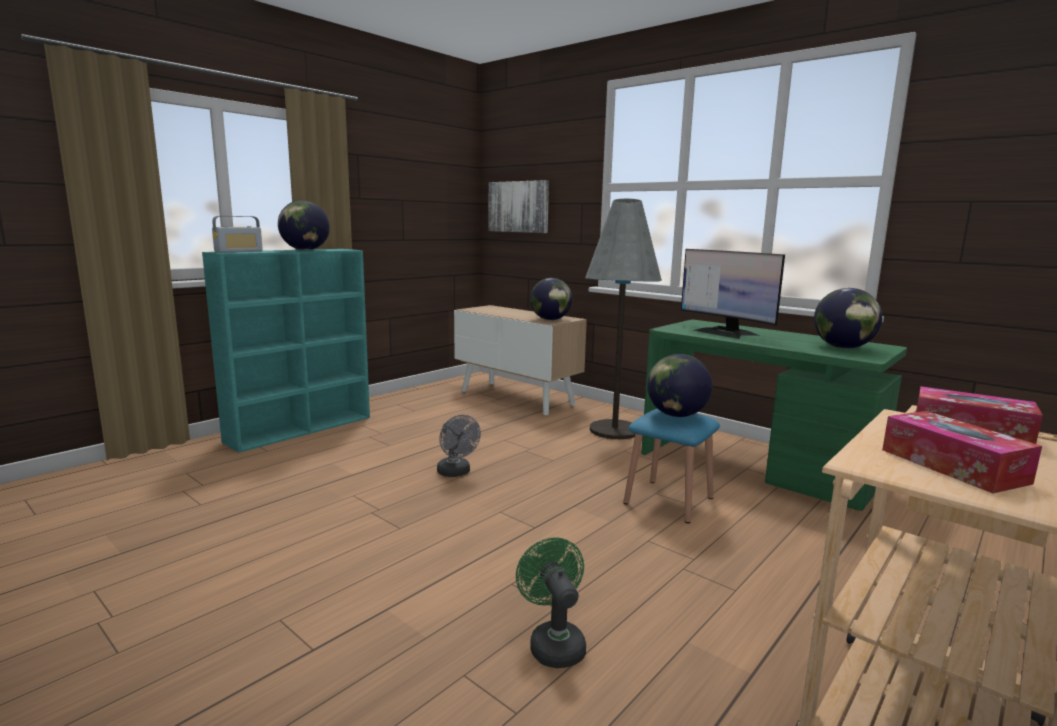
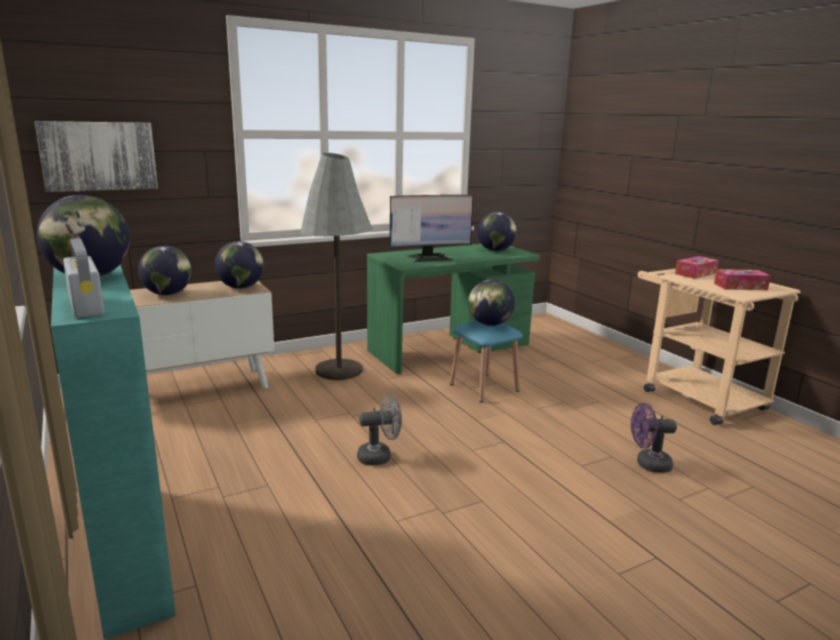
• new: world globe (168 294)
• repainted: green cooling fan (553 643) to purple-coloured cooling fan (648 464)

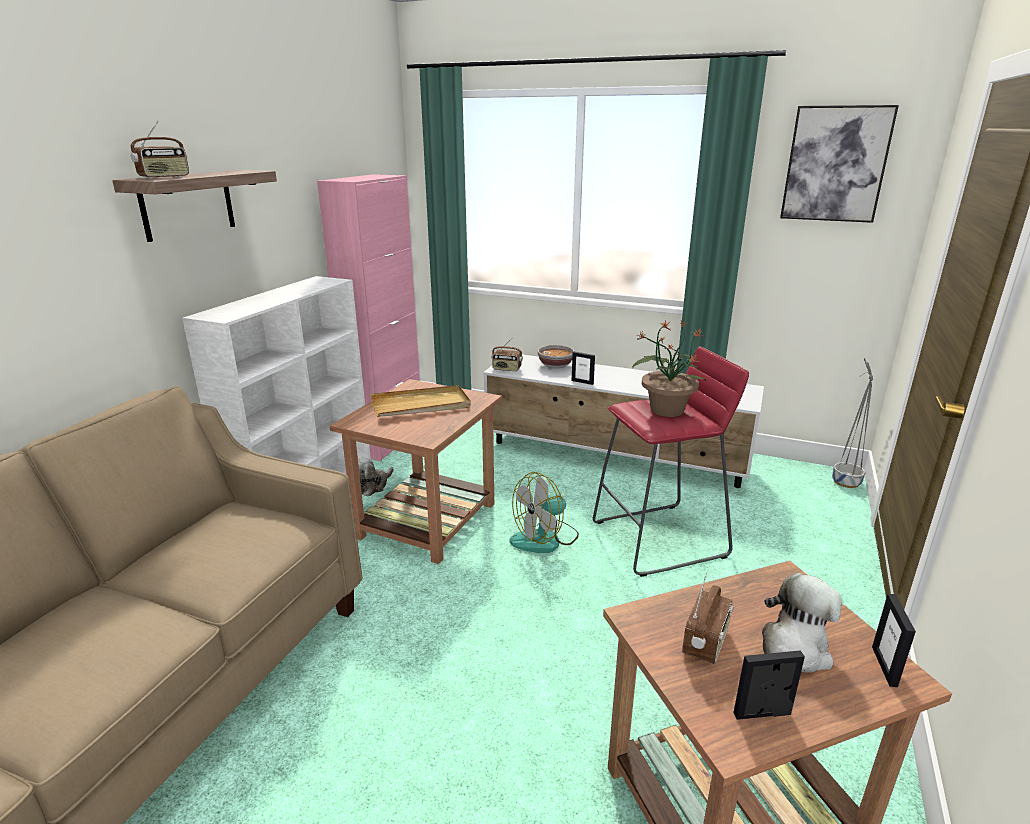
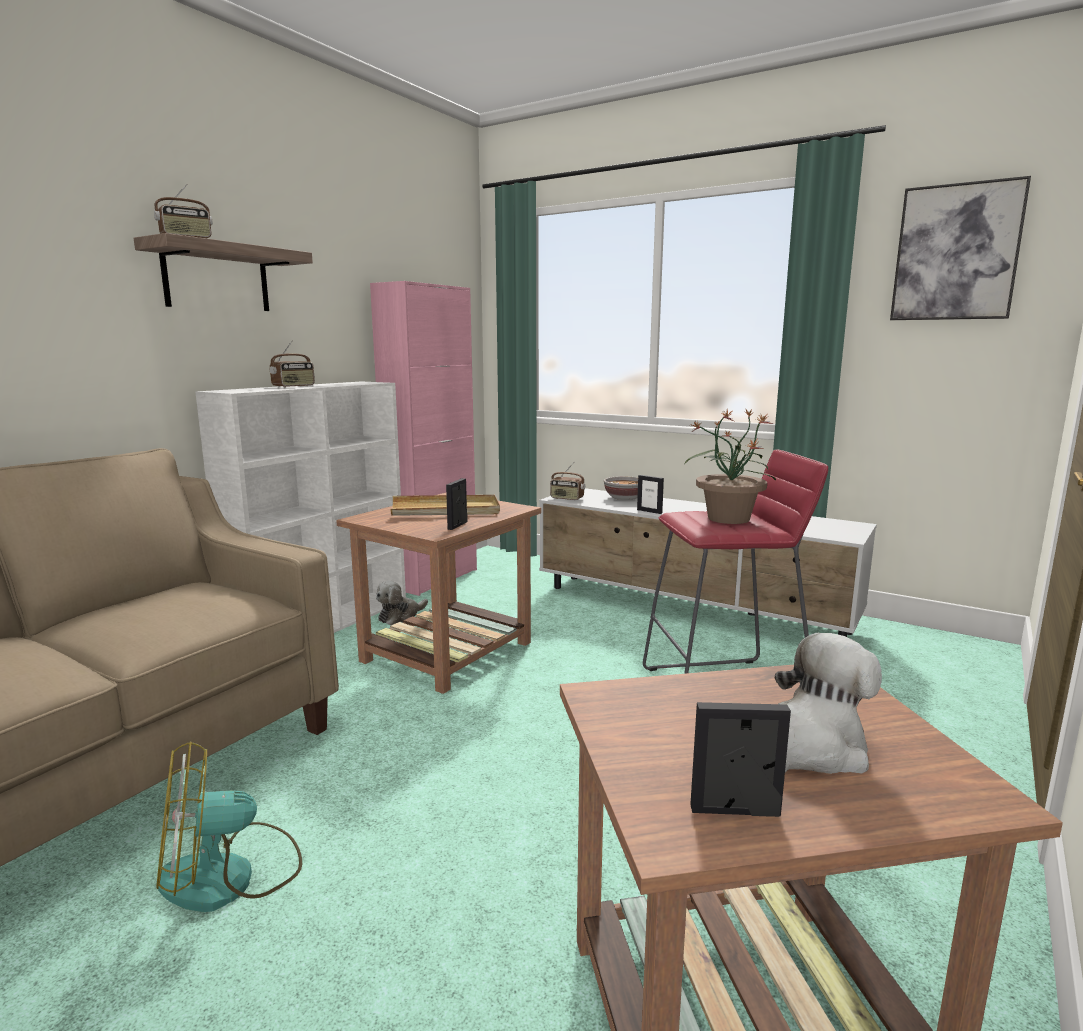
• shifted: cooling fan (545 539) to (229 876)
• shifted: radio receiver (706 643) to (294 386)
• shifted: standing frame (884 666) to (457 525)
• gone: greyish flower pot (845 482)

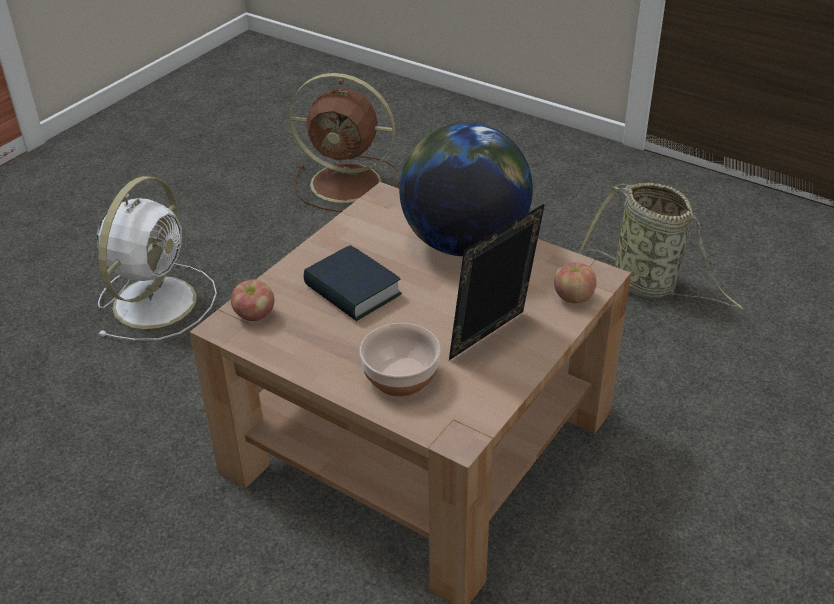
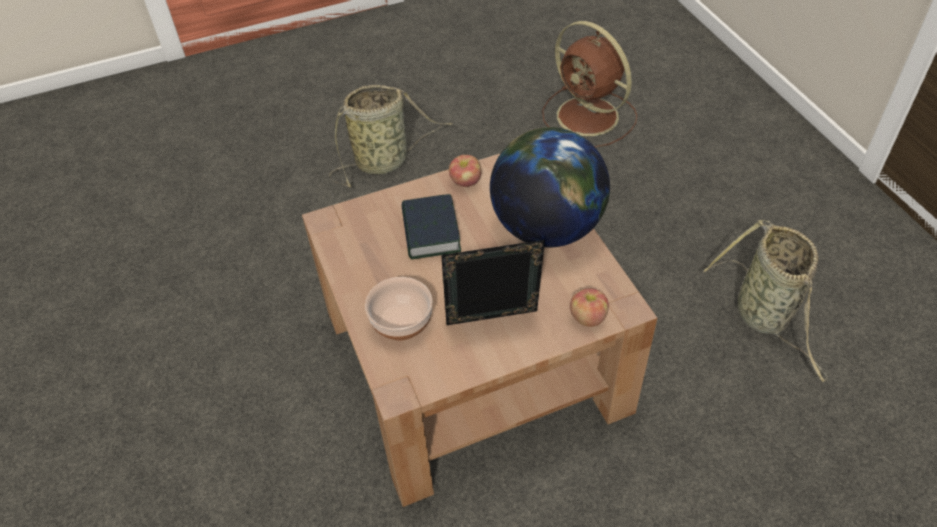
• swapped: white-coloured cooling fan (157 300) to household basket (385 161)
• shifted: whole apple (255 315) to (466 182)

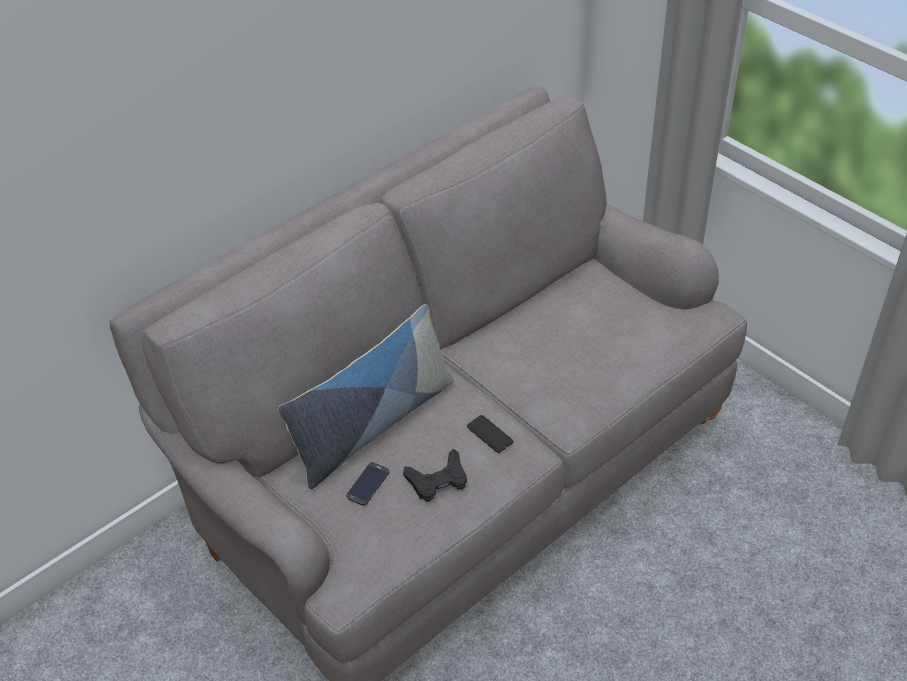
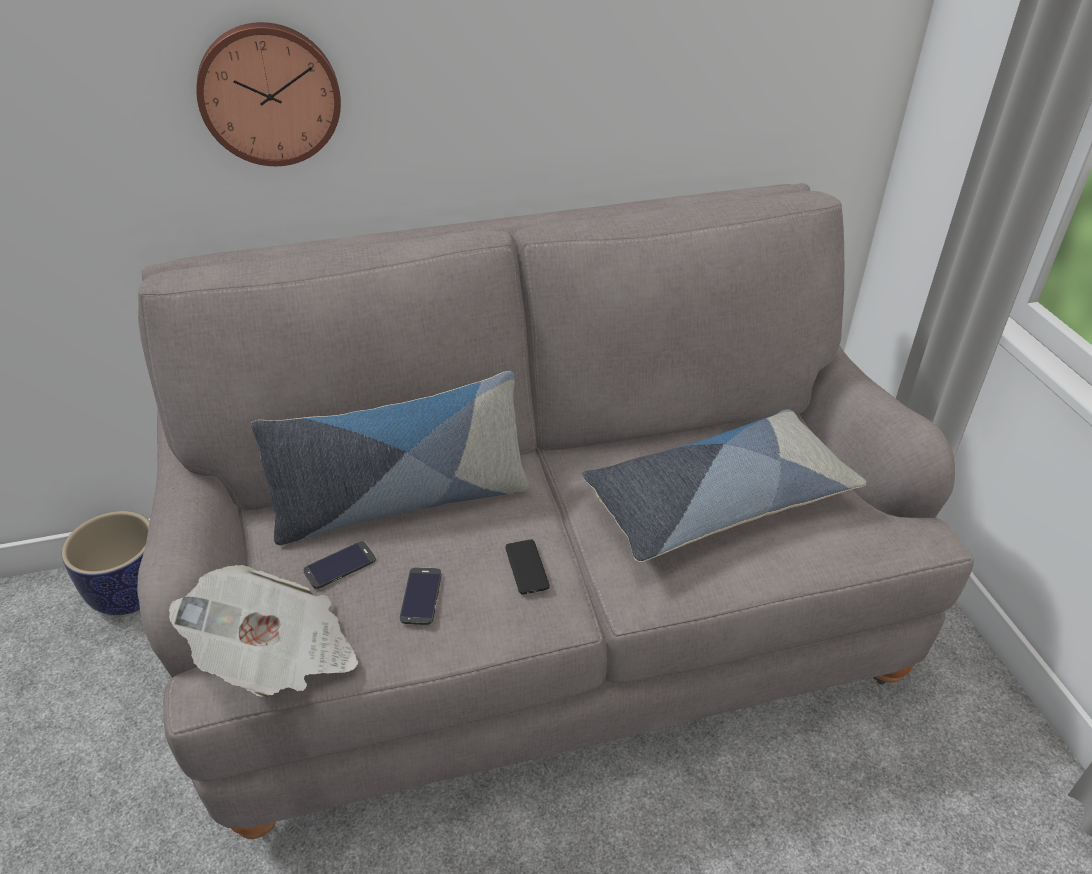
• new: flower pot (131 591)
• new: printed paper (278 657)
• new: hanging clock (269 94)
• swapped: blackish game controller (438 480) to telephone (421 596)
• new: cushion (717 501)

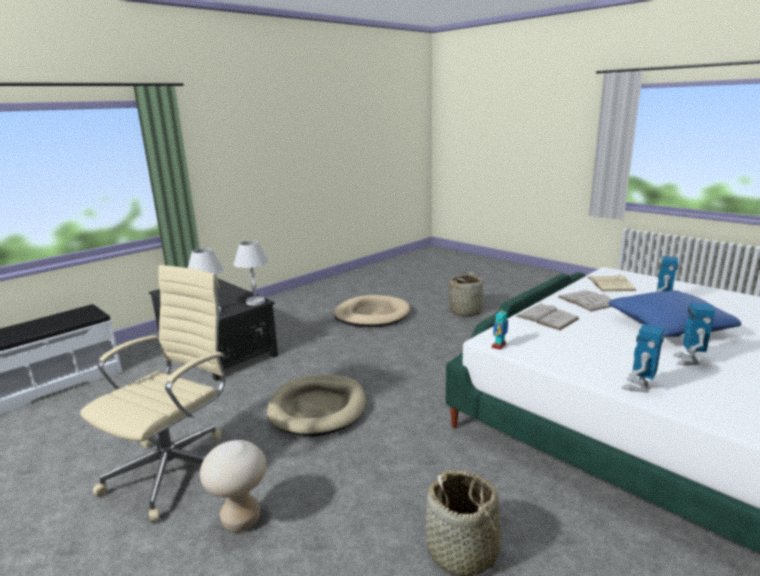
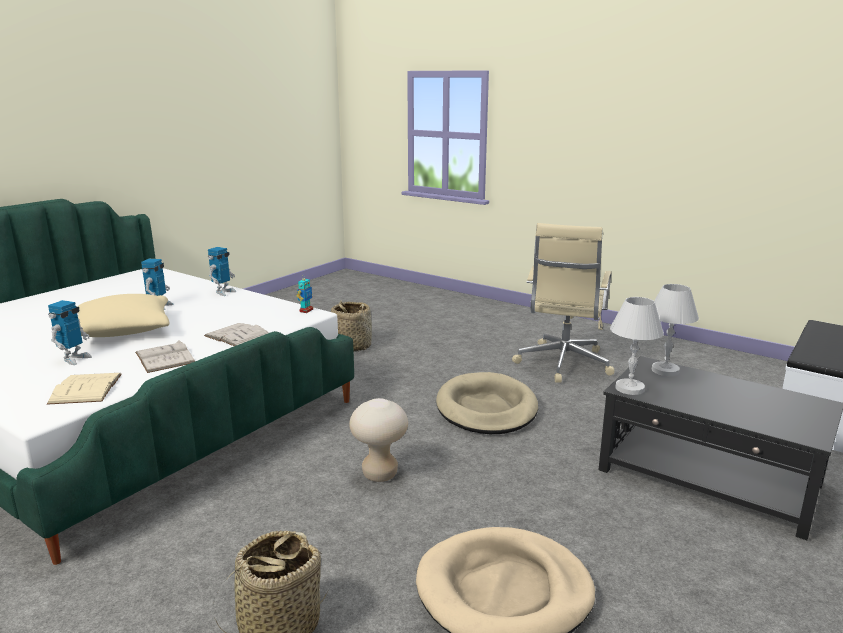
• repainted: bluish cushion (668 327) to beige-coloured cushion (124 330)
• shifted: beige-coloured stool seat (241 520) to (380 474)

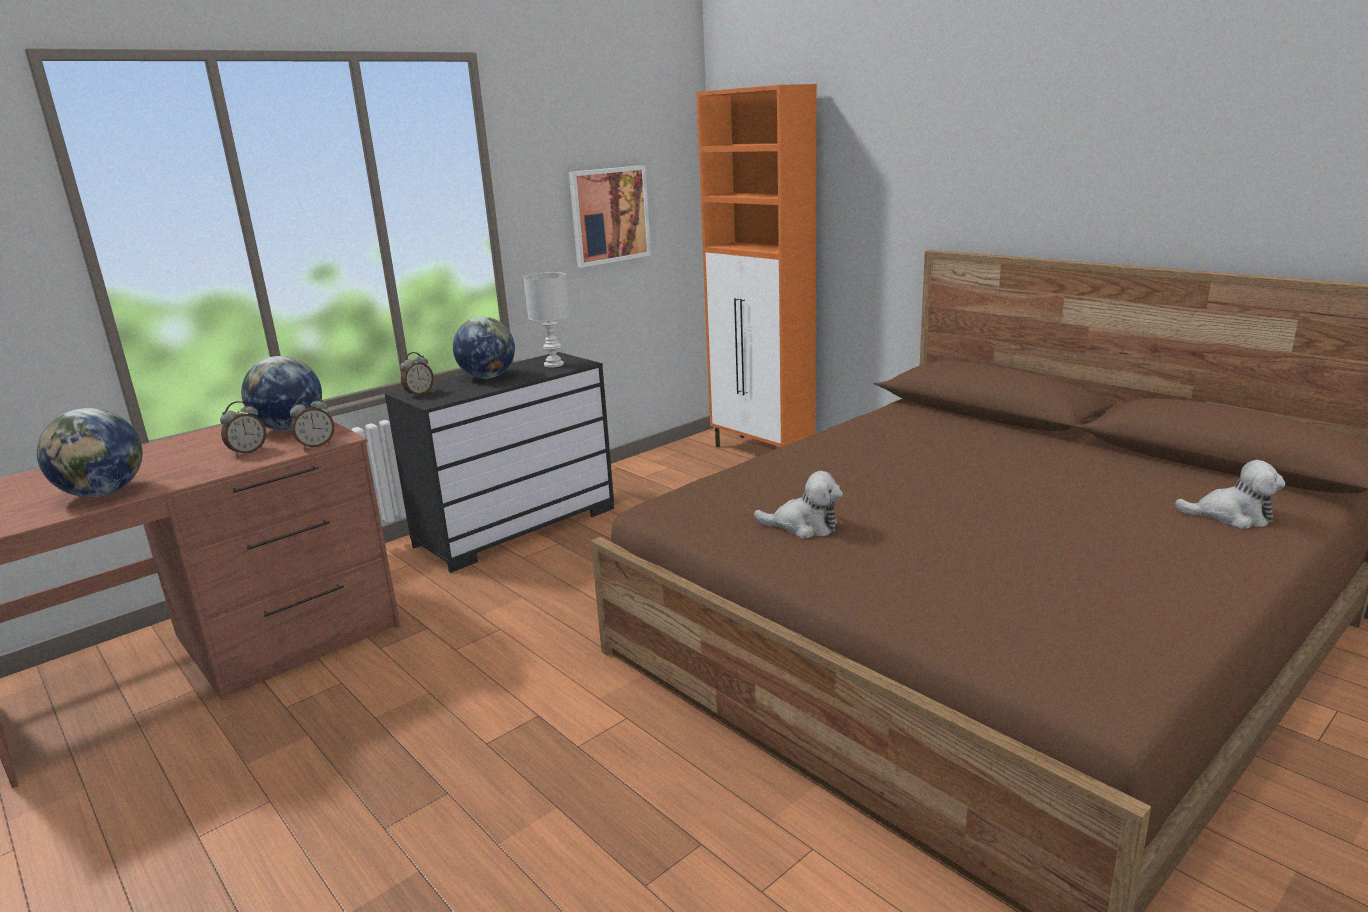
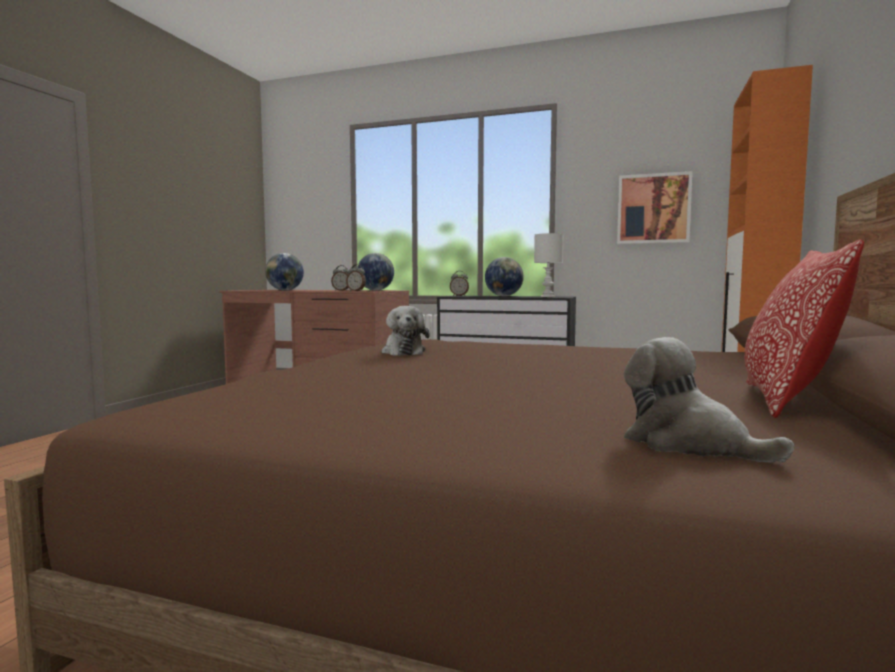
• rotated: plush toy (1231 516) = (689 444) 150 degrees clockwise
• new: cushion (787 400)

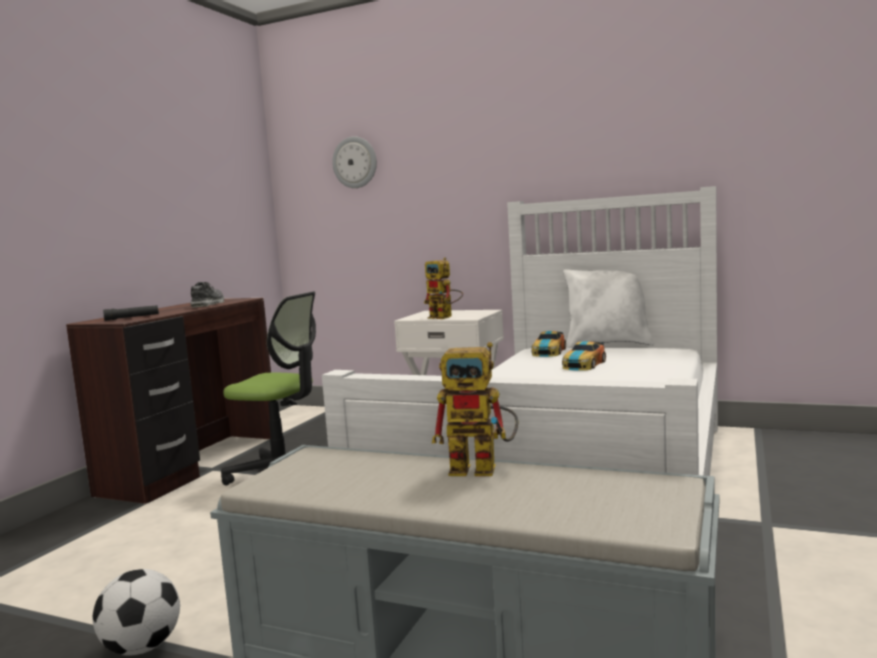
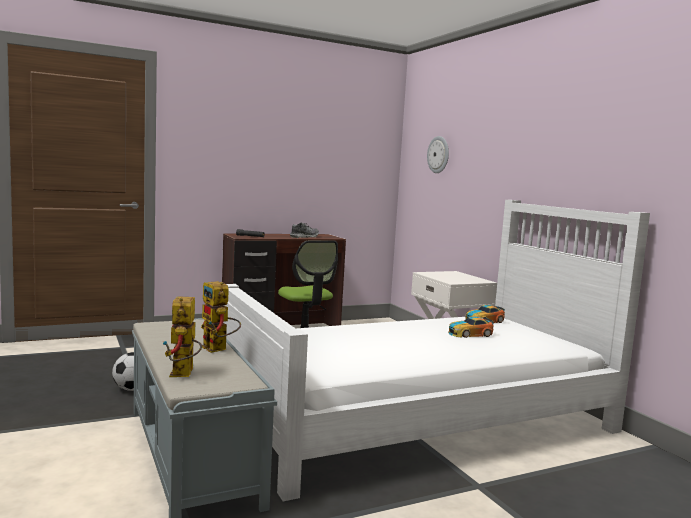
• shifted: robot figure (445 317) to (183 375)
• gone: white-coloured cushion (608 345)

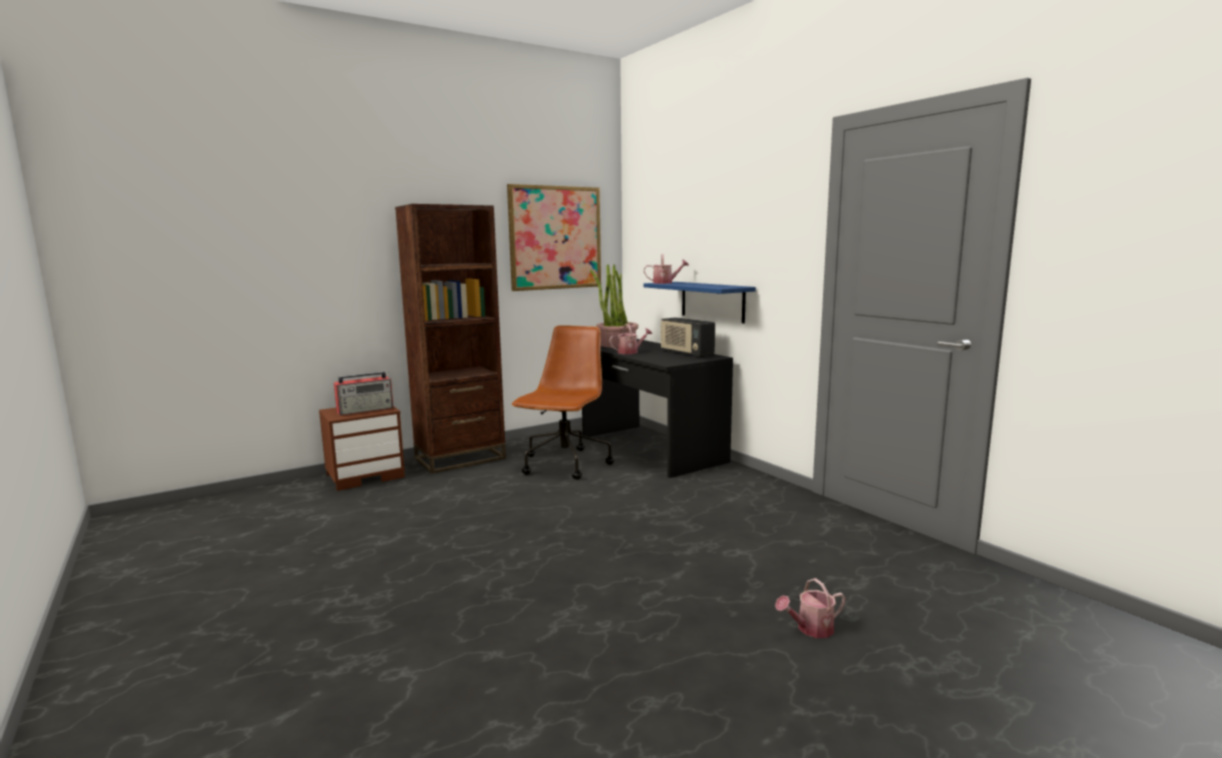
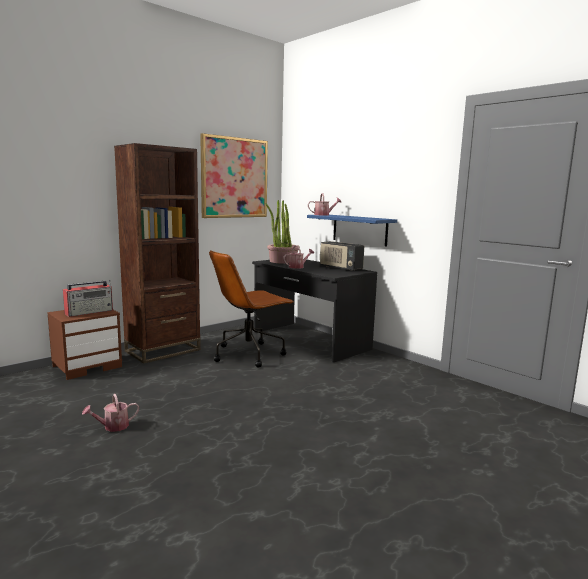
• shifted: watering can (810 629) to (112 427)
• rotated: brownish office chair (565 465) = (249 354) 135 degrees counterclockwise

